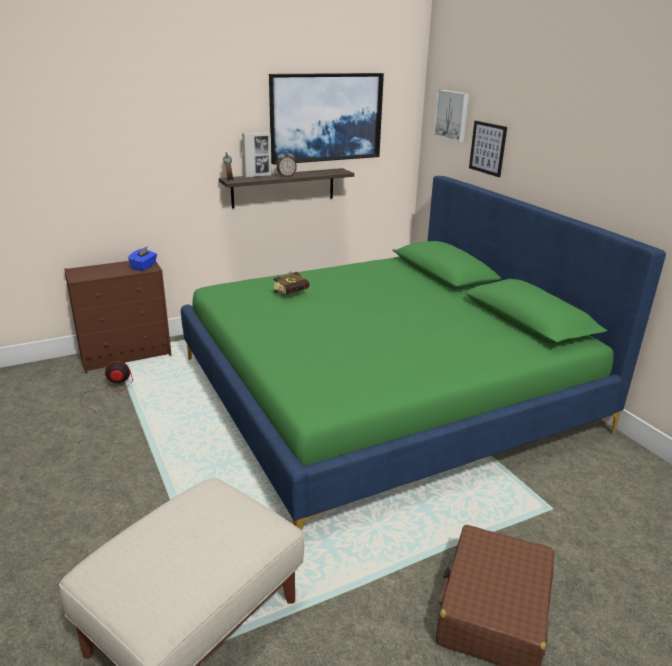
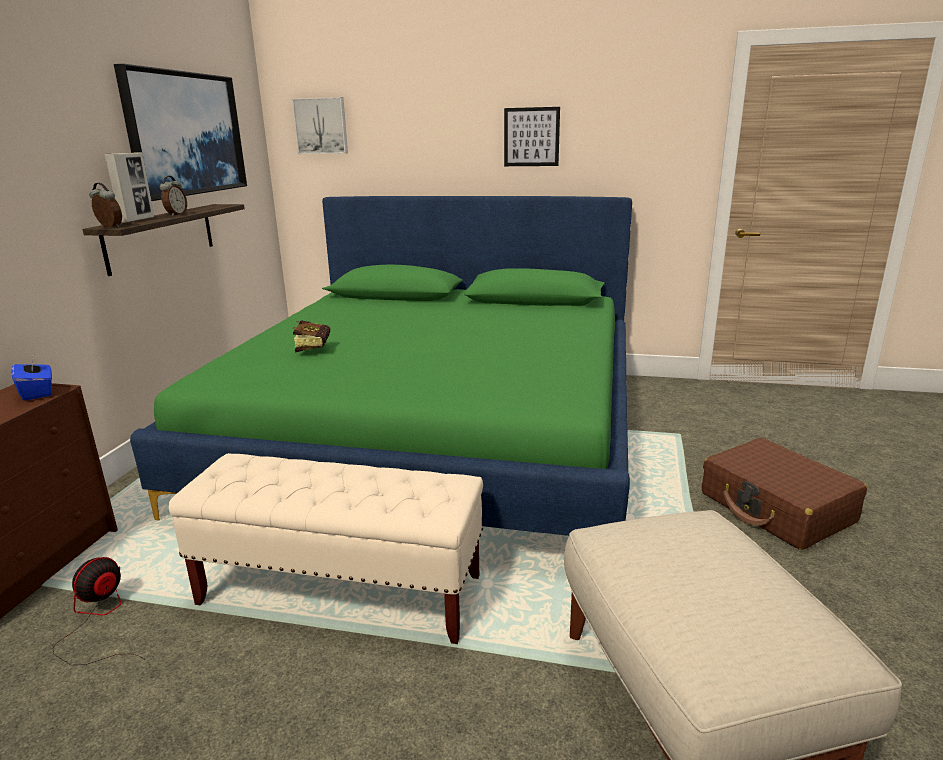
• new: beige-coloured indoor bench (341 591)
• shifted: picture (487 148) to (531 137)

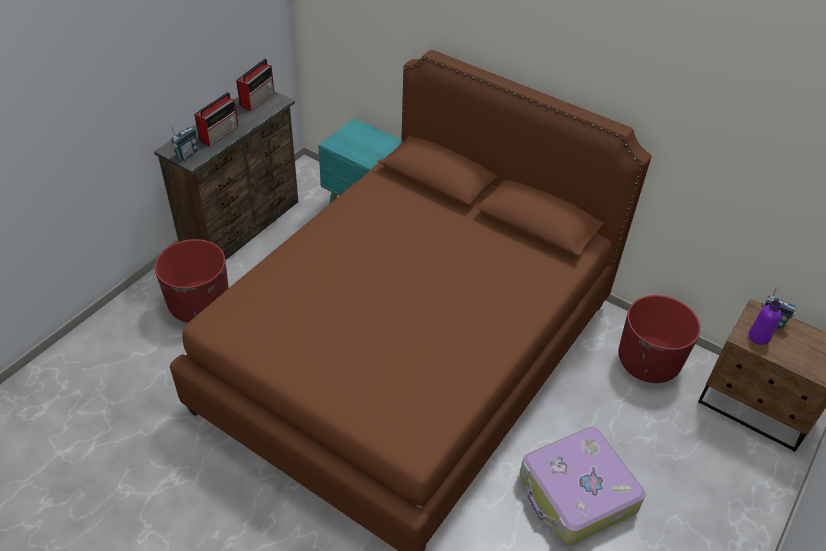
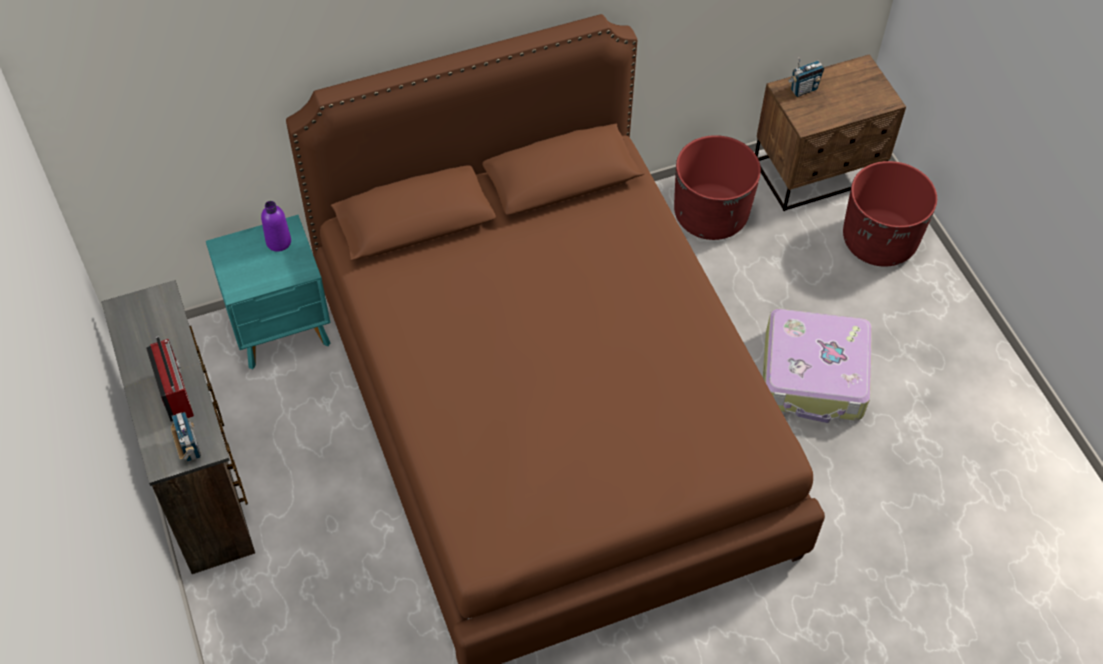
• shifted: purple-coloured beverage bottle (758 337) to (278 242)
• shifted: reddish flower pot (199 304) to (879 241)
• gone: radio receiver (258 98)

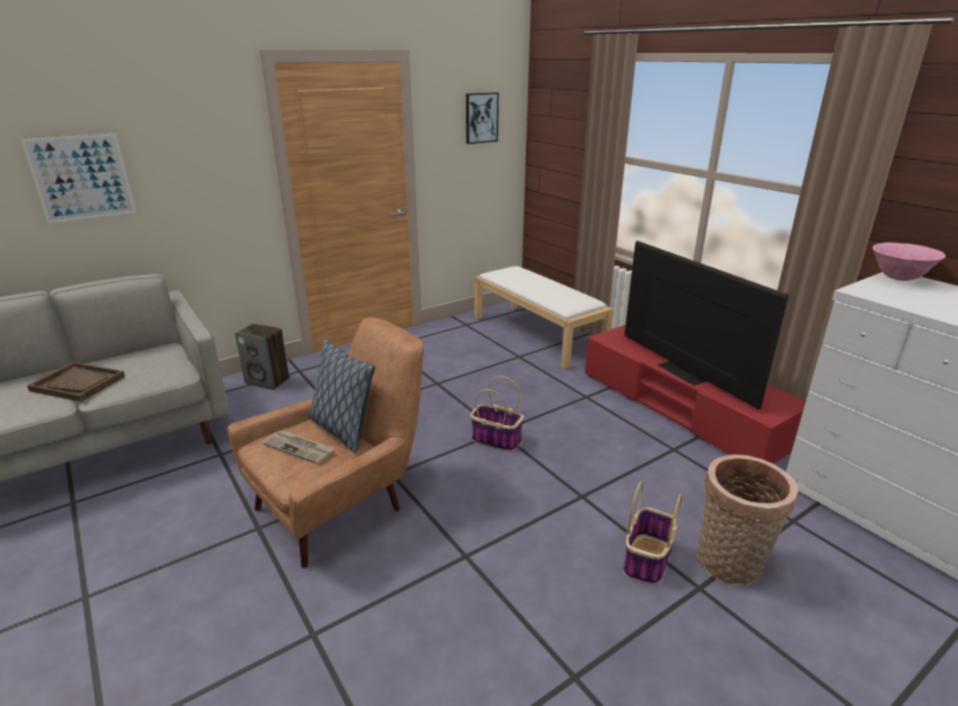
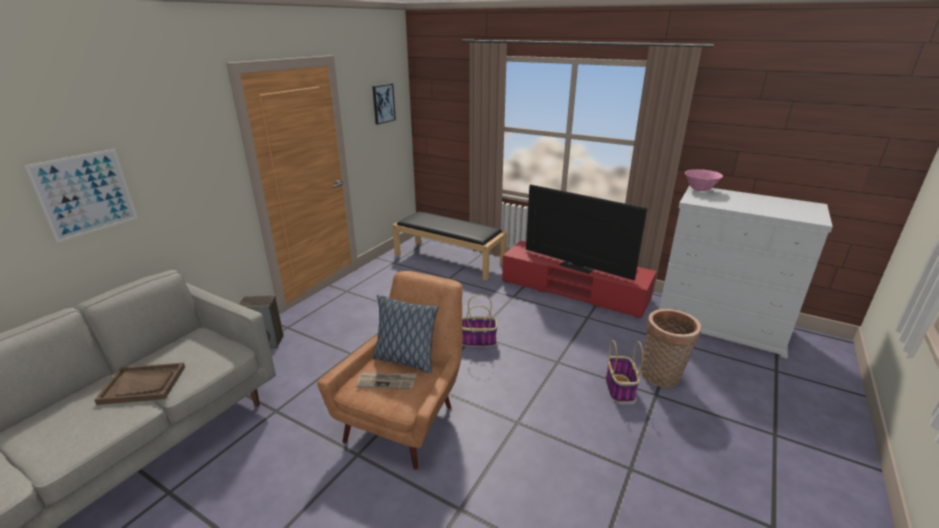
• repainted: white-coloured indoor bench (538 334) to blackish indoor bench (450 259)

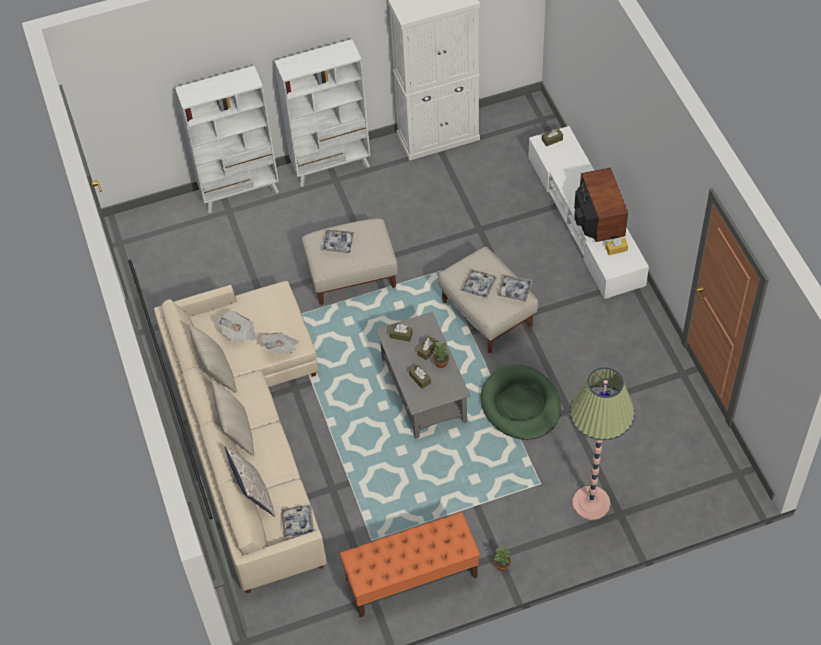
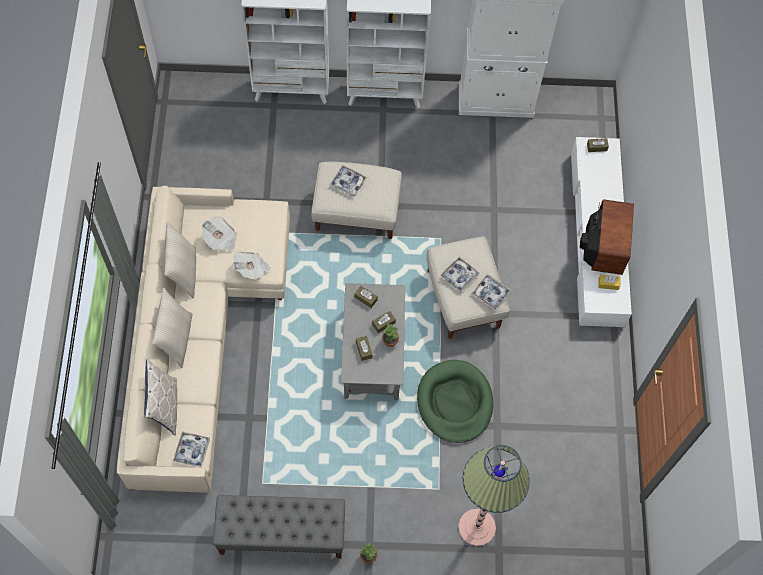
• repainted: orange-coloured indoor bench (411 577) to greyish indoor bench (281 534)

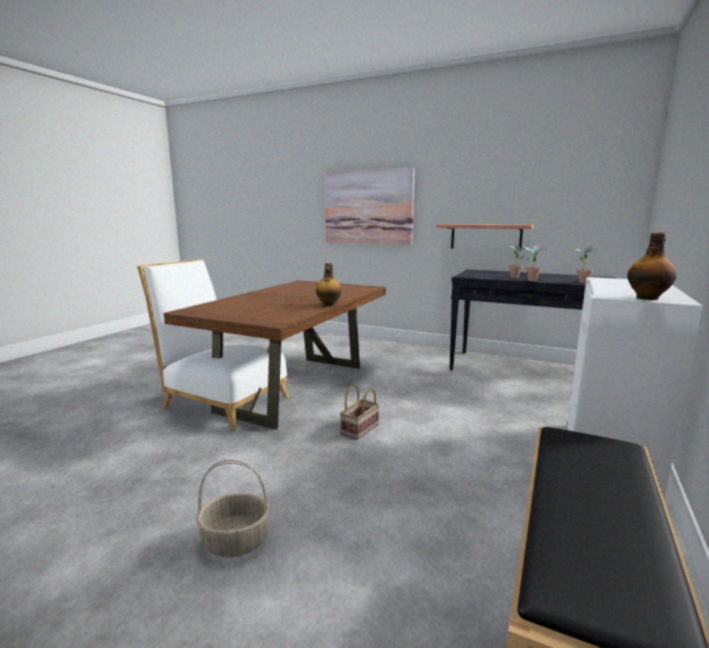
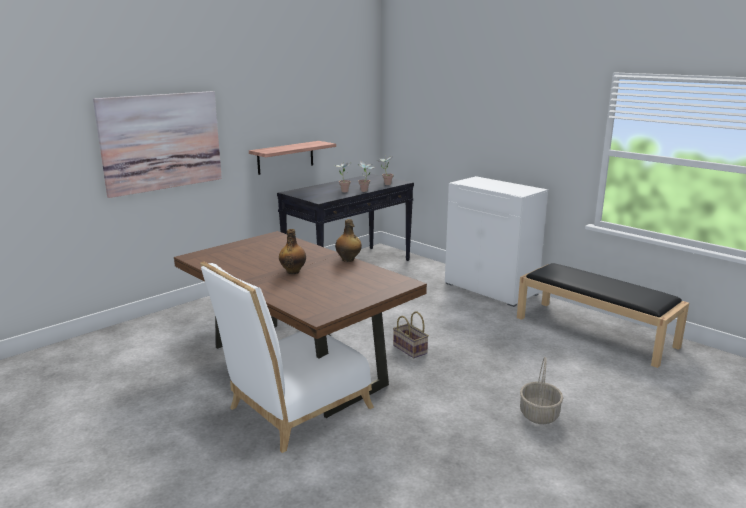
• shifted: beverage bottle (648 298) to (293 271)

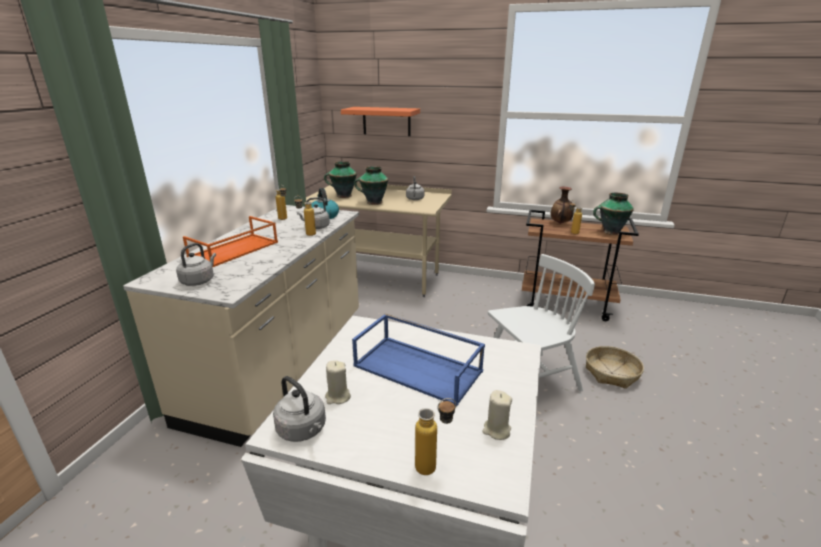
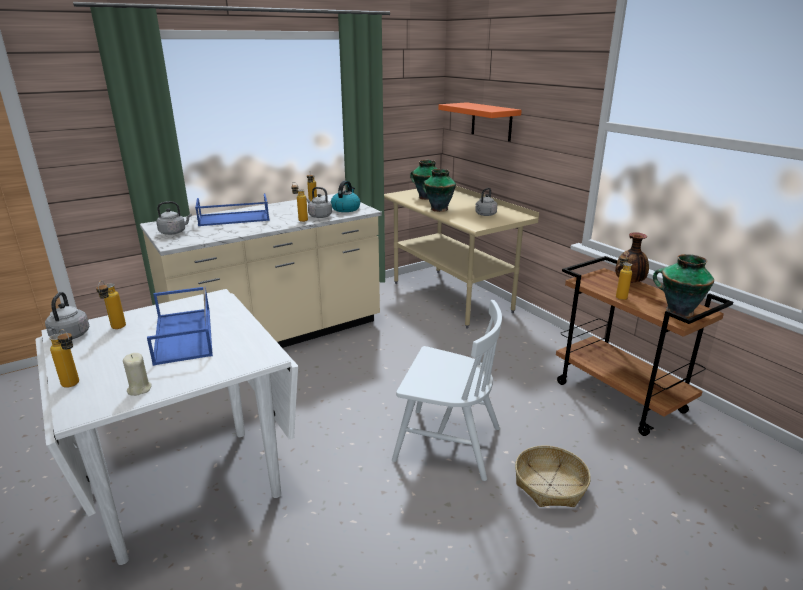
• swapped: beige-coloured wax candle (337 397) to beverage bottle (116 329)
• repainted: orange-coloured serving tray (234 250) to bluish serving tray (233 218)

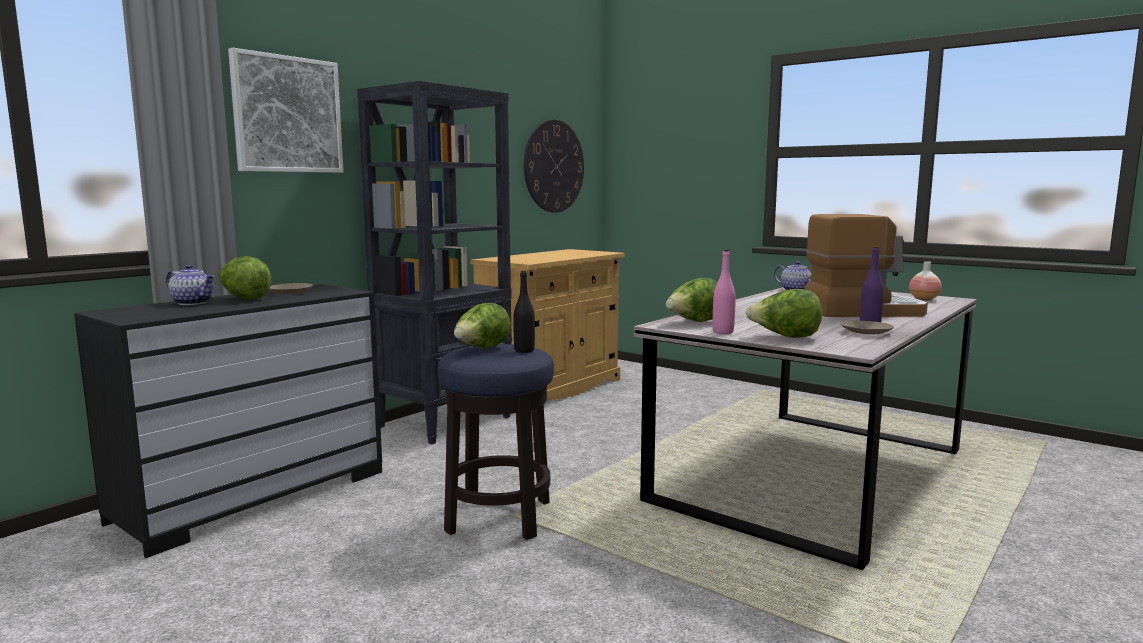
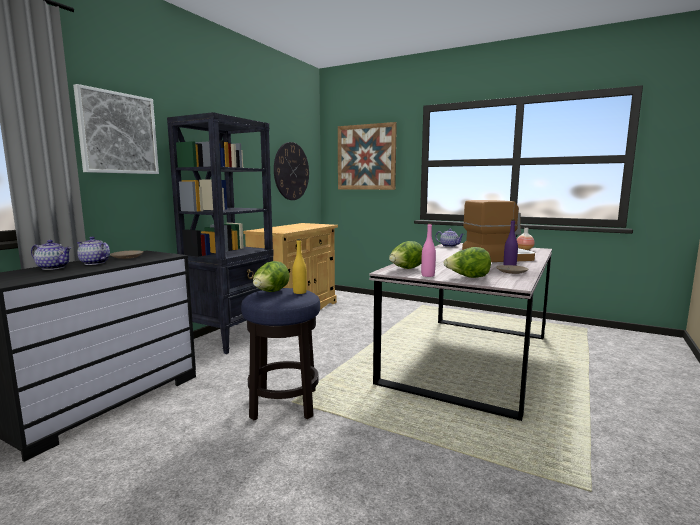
• swapped: head of lettuce (245 299) to teapot (93 263)
• repainted: blackish beverage bottle (524 350) to yellow-coloured beverage bottle (299 292)
• new: picture (366 157)

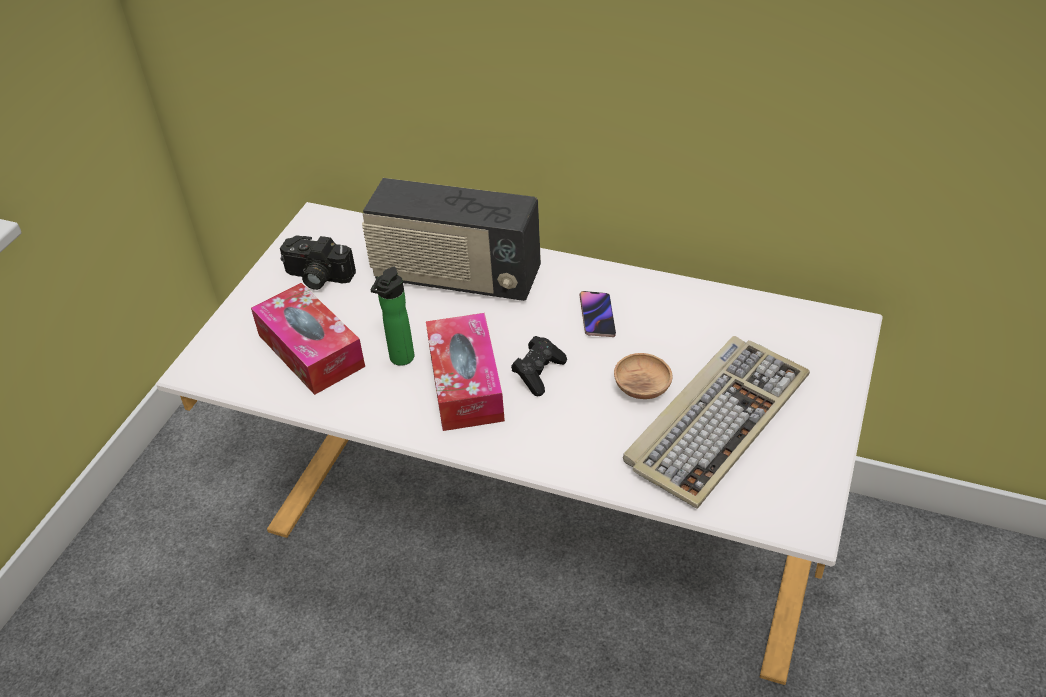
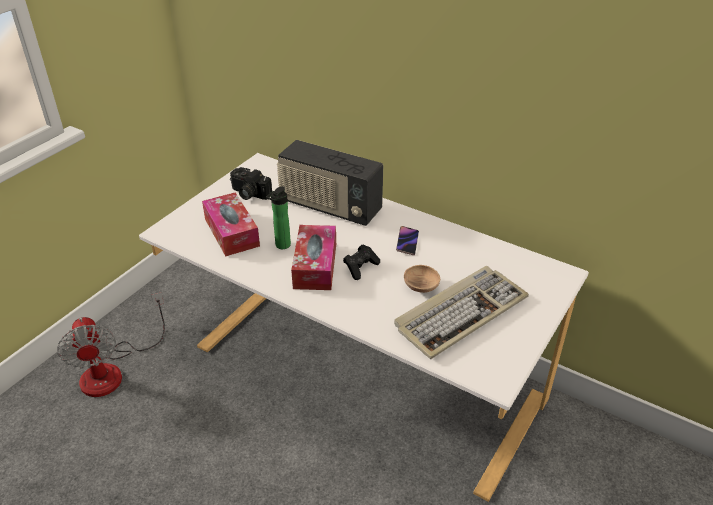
• new: cooling fan (113 370)

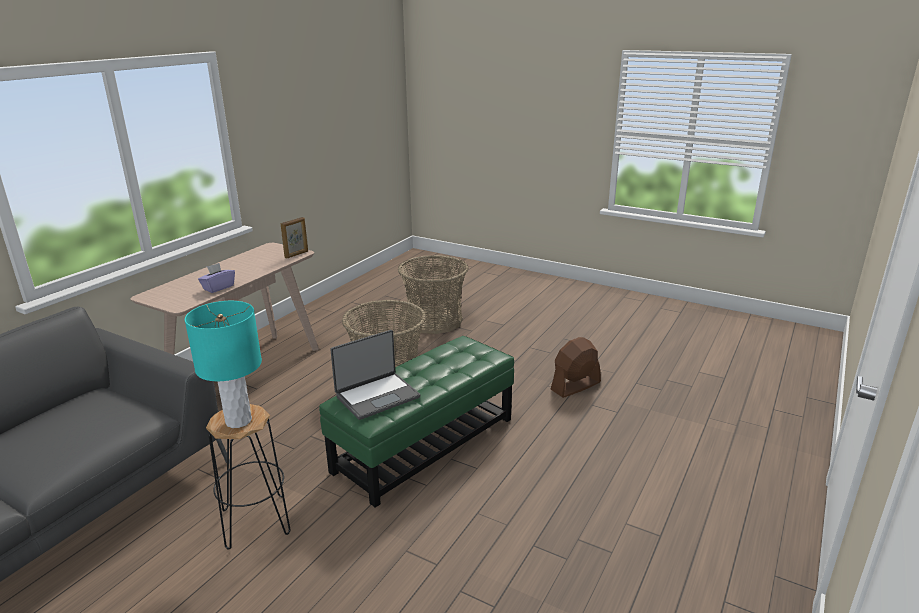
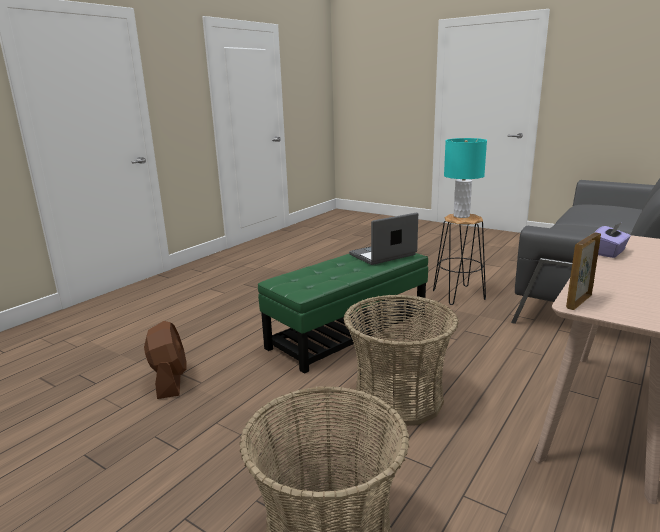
• rotated: brownish cooling fan (575 386) = (170 381) 75 degrees counterclockwise

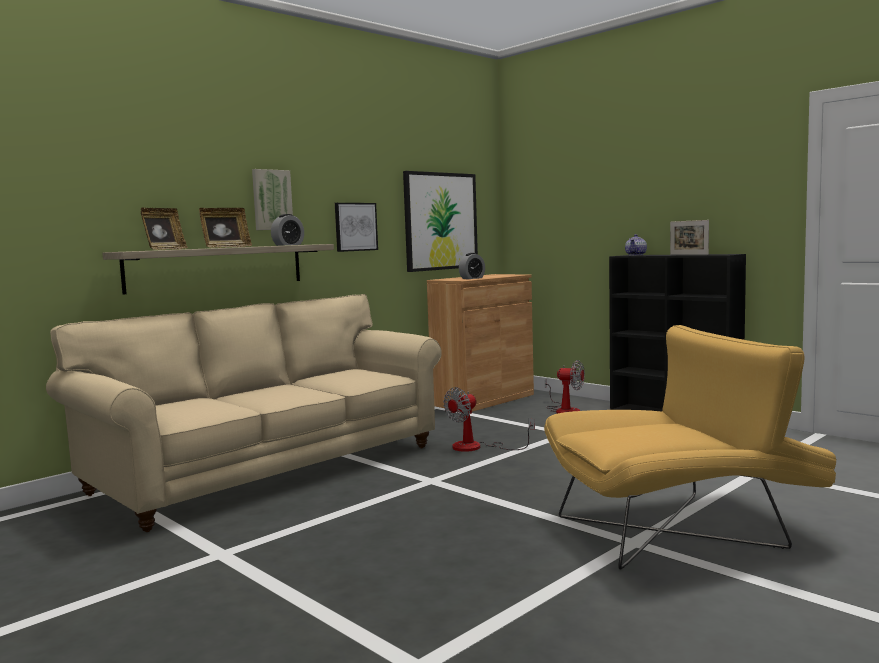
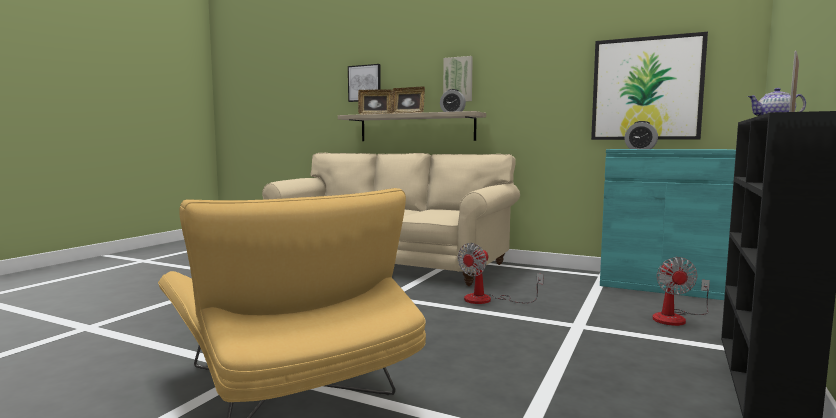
• shifted: picture (355 227) to (364 83)
• rotated: cooling fan (477 447) = (488 300) 75 degrees counterclockwise
• repainted: brownish storage cabinet (483 400) to turquoise storage cabinet (660 285)

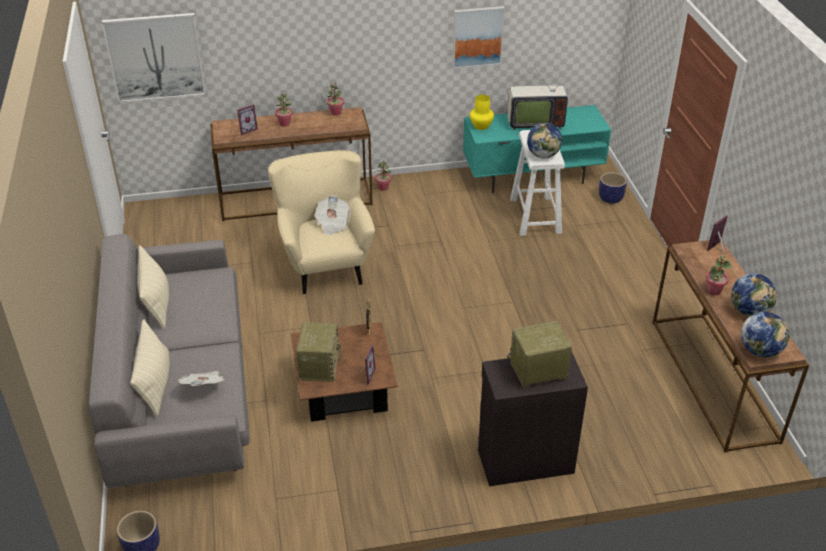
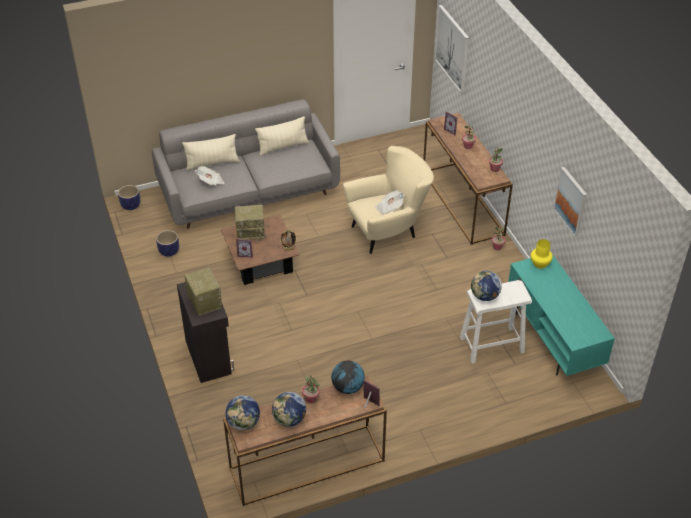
• shifted: flower pot (610 198) to (169 251)
• new: world globe (348 388)
• gone: television (534 122)

